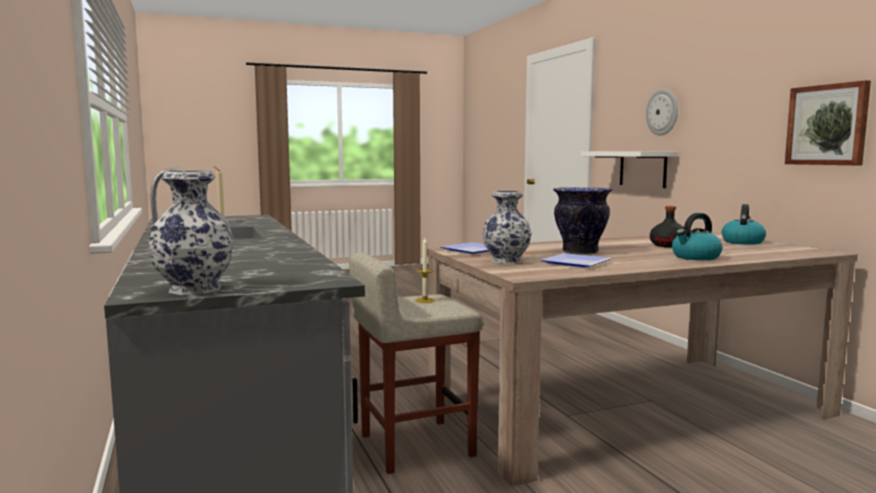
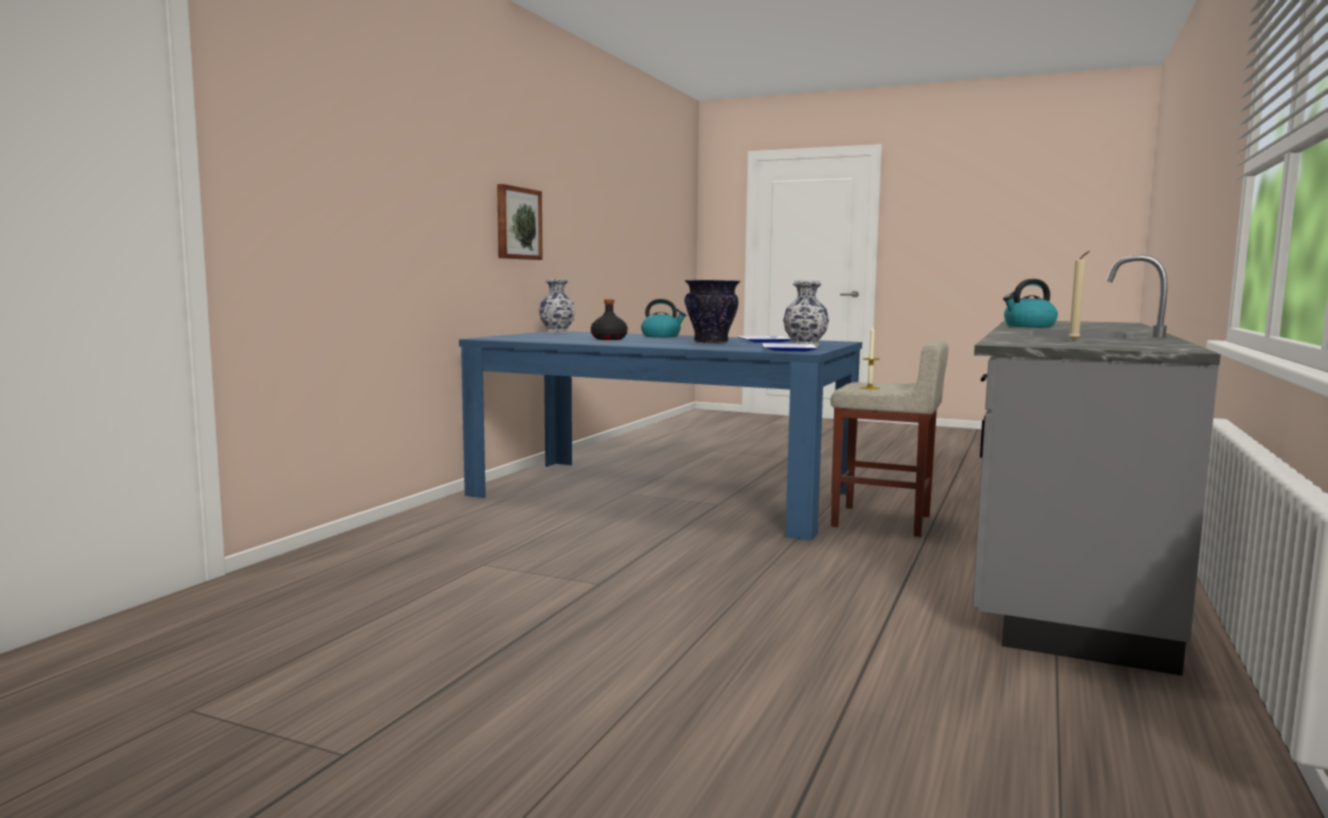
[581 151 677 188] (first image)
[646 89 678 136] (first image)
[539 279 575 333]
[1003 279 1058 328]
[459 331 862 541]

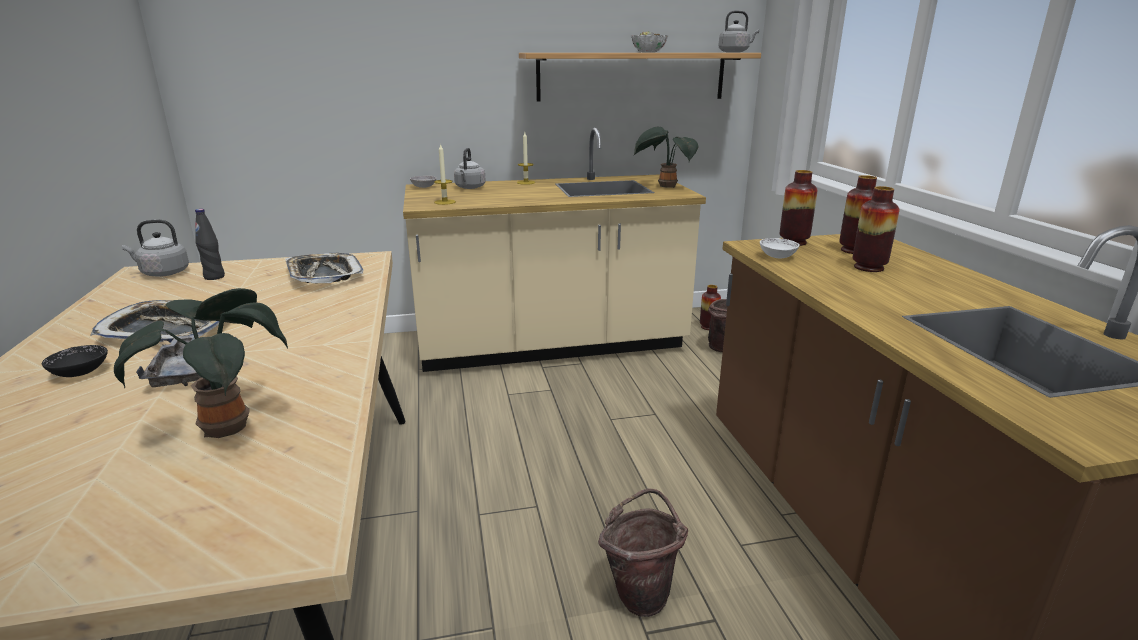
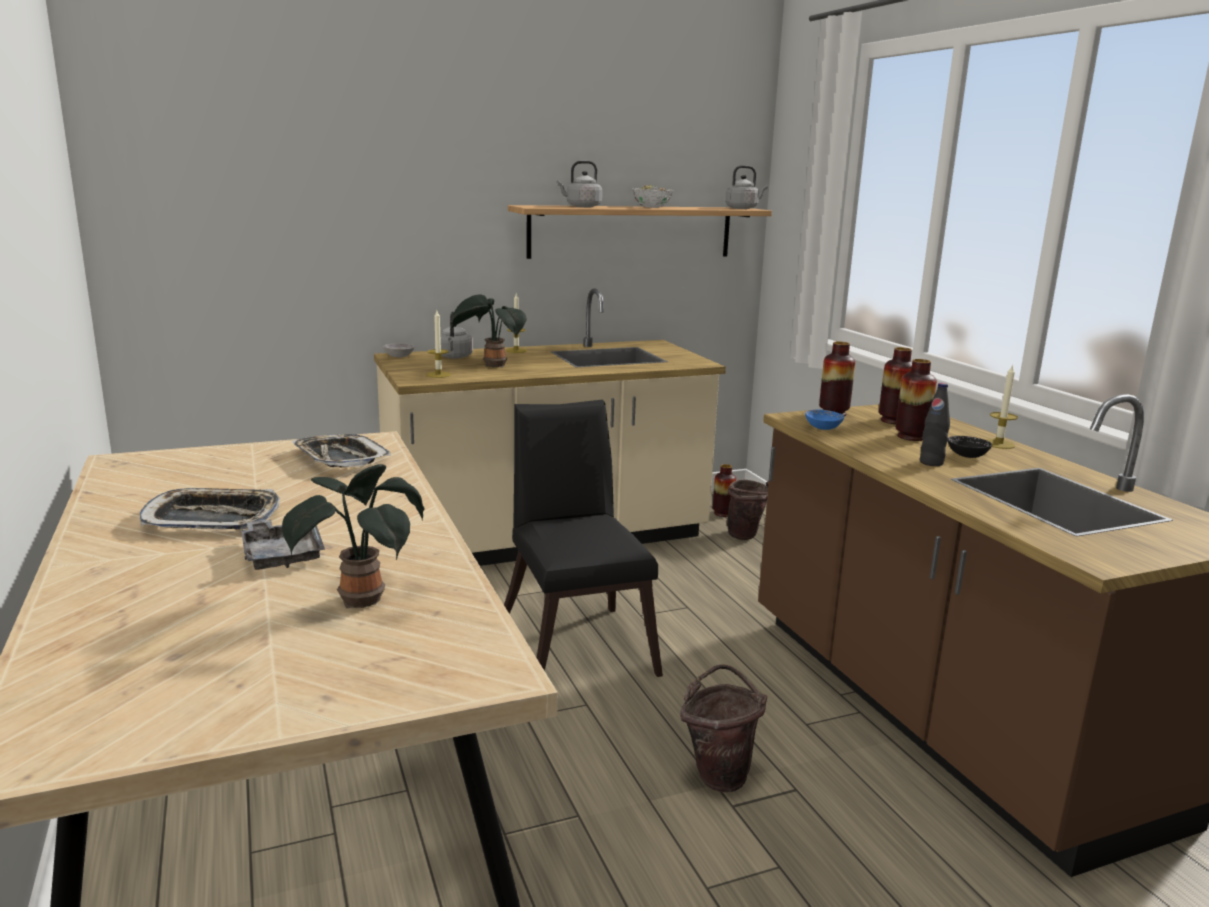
[504 400 663 677]
[986 364 1018 449]
[948 436 992 458]
[557 161 602 207]
[920 383 950 466]
[451 294 527 368]
[805 410 844 430]

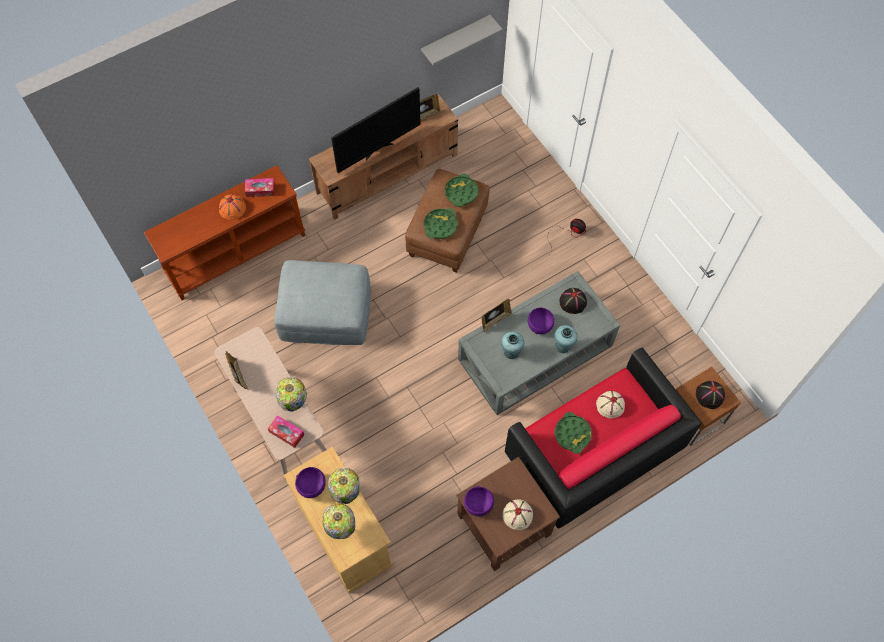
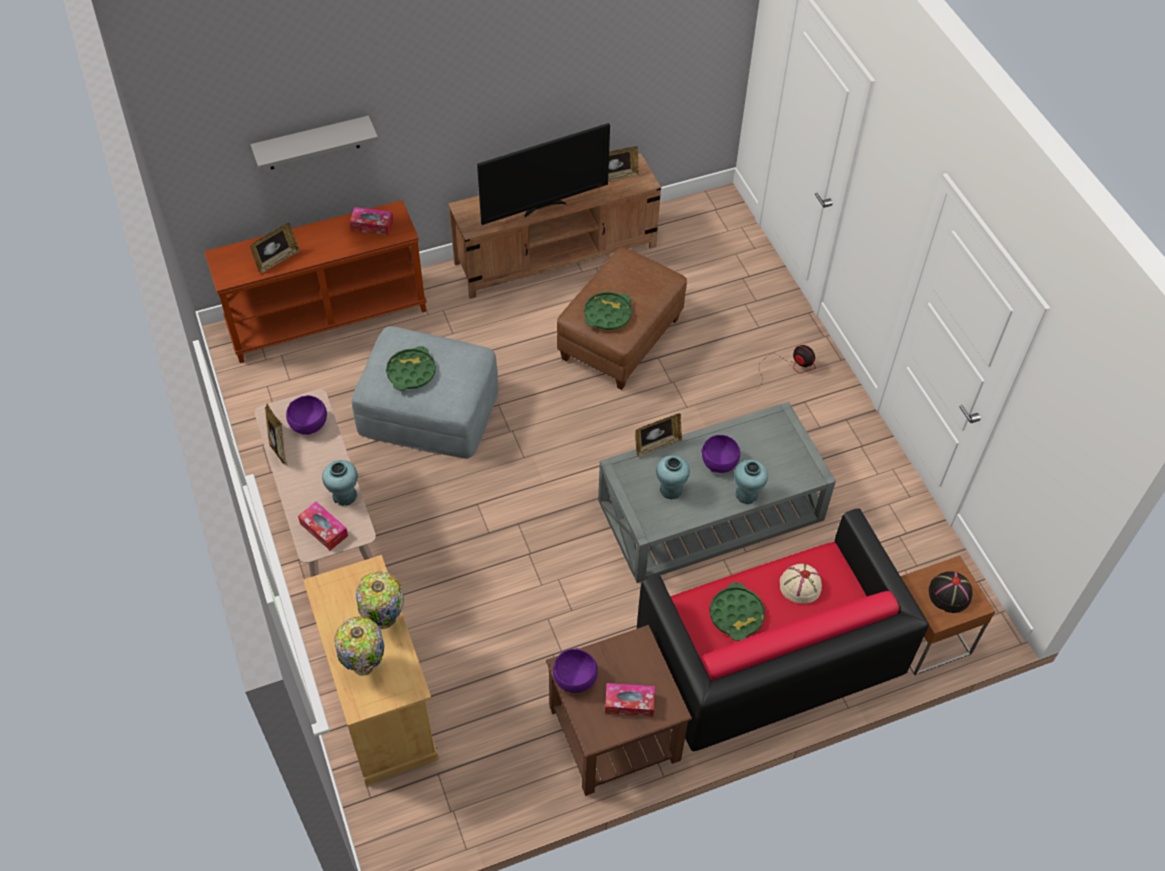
[219 194 246 220] (first image)
[560 288 587 314] (first image)
[250 223 300 274]
[286 395 327 435]
[250 116 378 170]
[386 346 436 390]
[322 460 358 506]
[605 683 655 717]

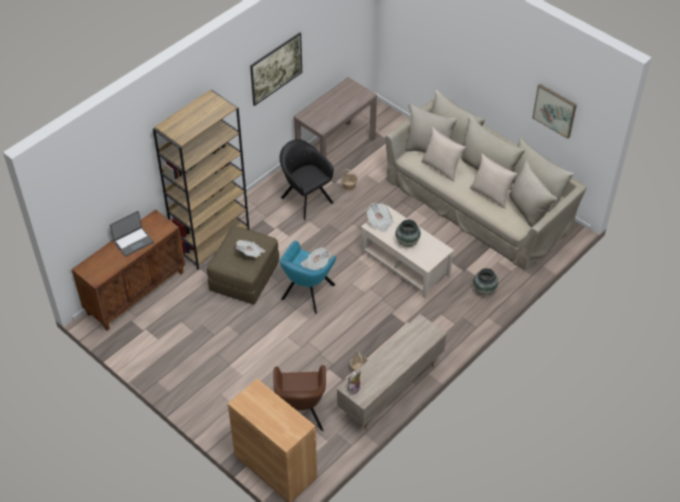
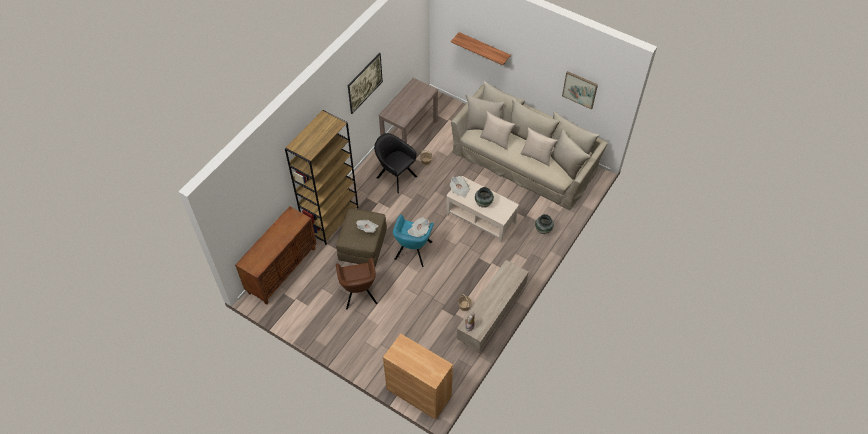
[110 211 154 257] (first image)
[451 32 511 65]
[336 258 377 310]

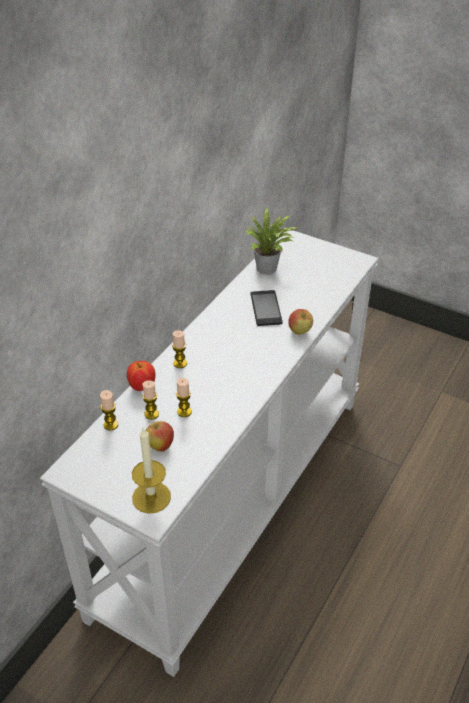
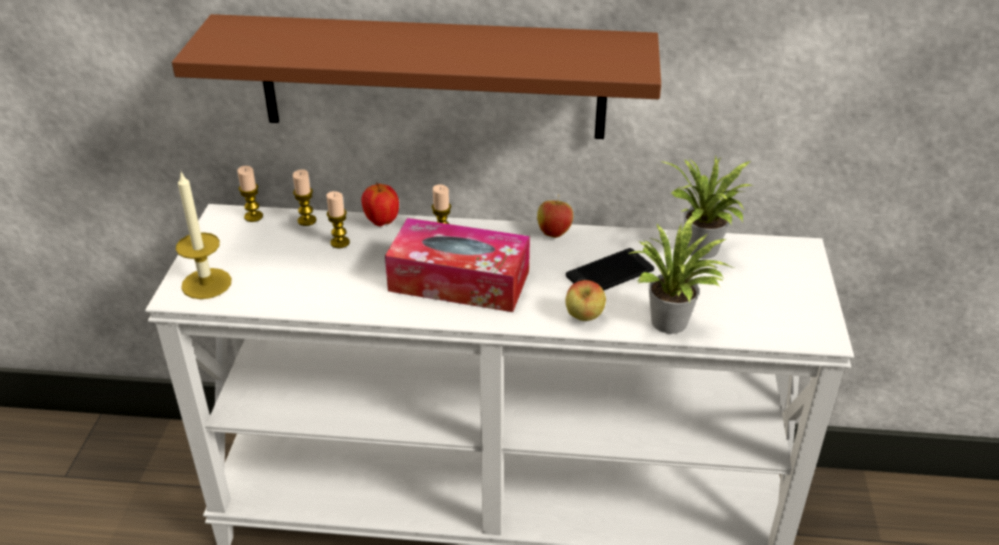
[172 14 661 139]
[385 218 530 312]
[628 215 737 334]
[537 195 573 238]
[237 166 263 222]

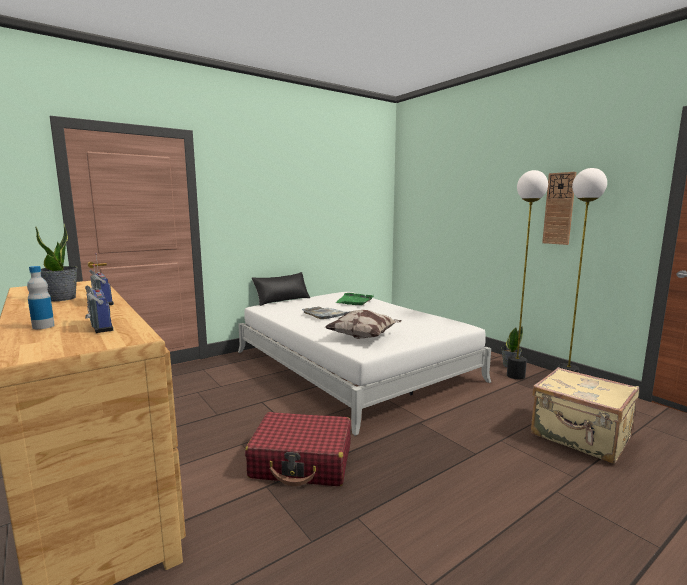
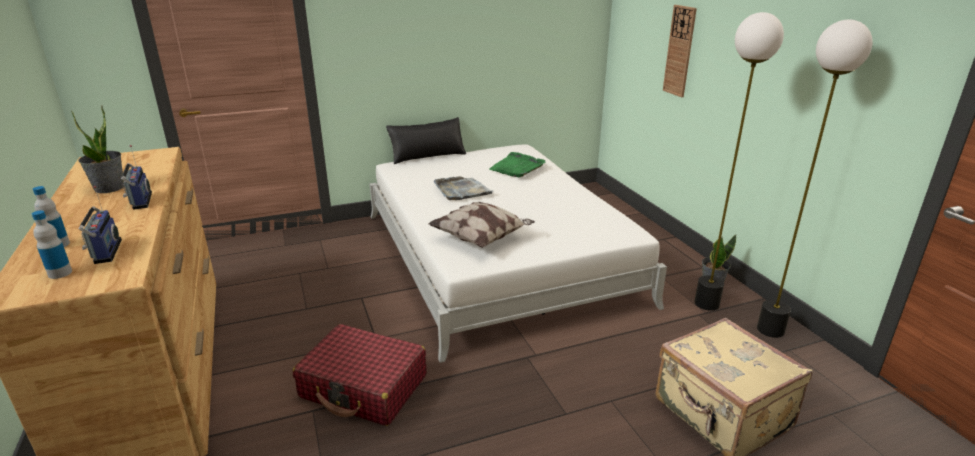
[32 210 72 279]
[663 5 697 98]

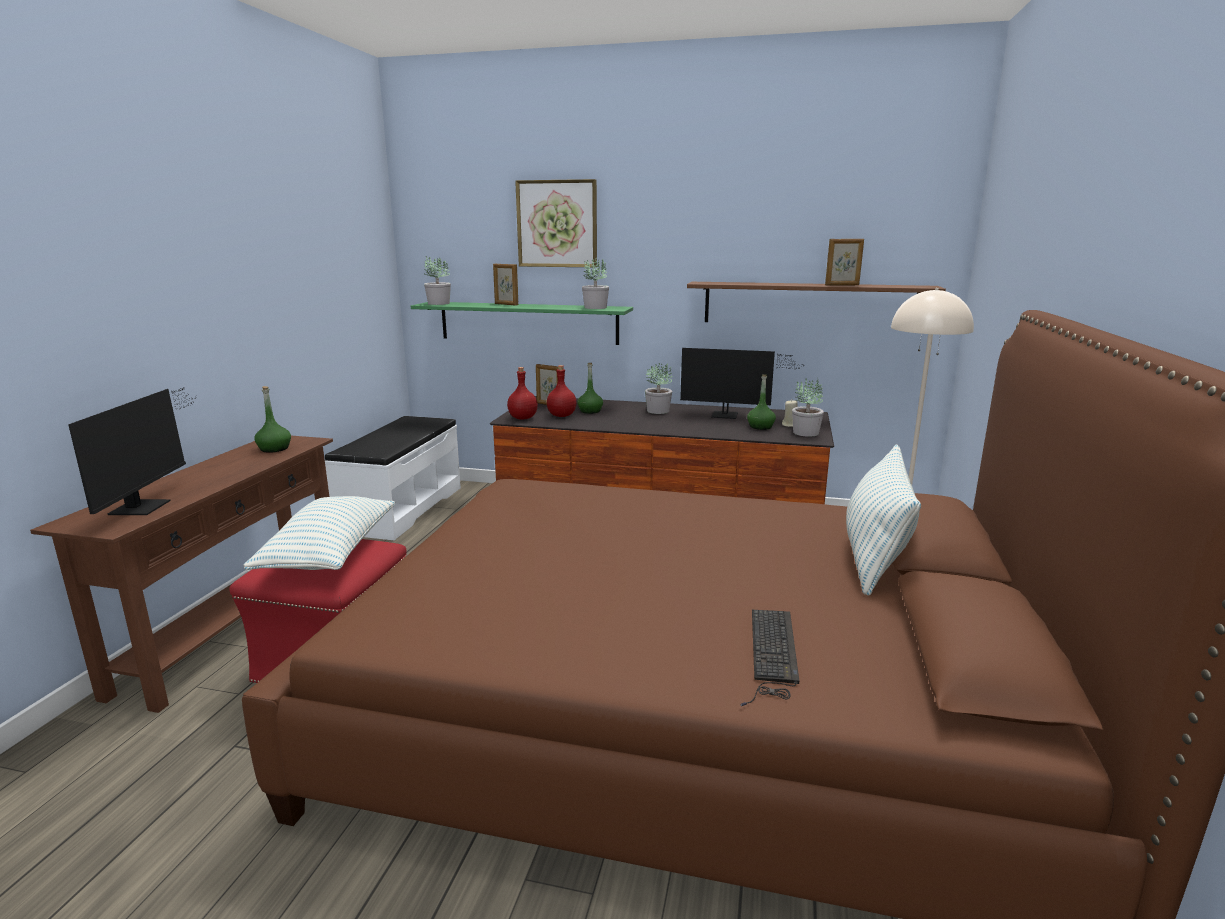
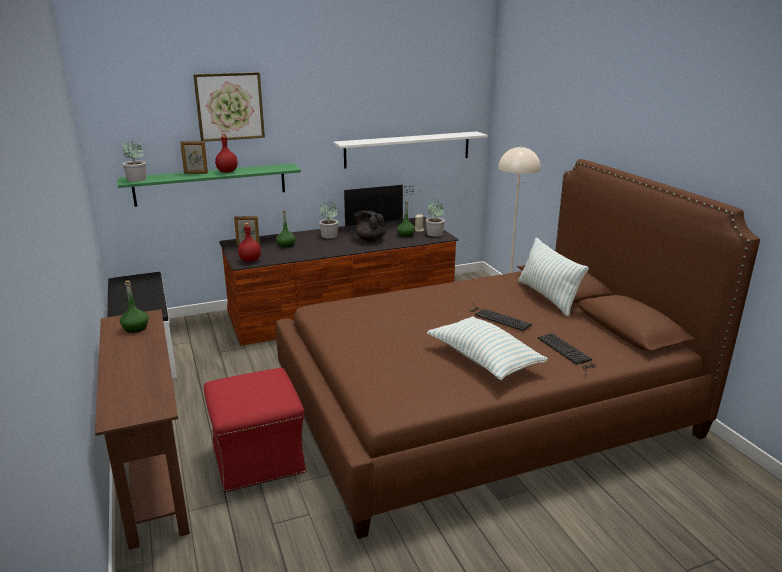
[68 387 196 515] (first image)
[582 258 609 309] (first image)
[825 239 864 286] (first image)
[354 210 386 242]
[469 303 532 331]
[427 316 548 380]
[215 134 238 173]
[333 131 488 169]

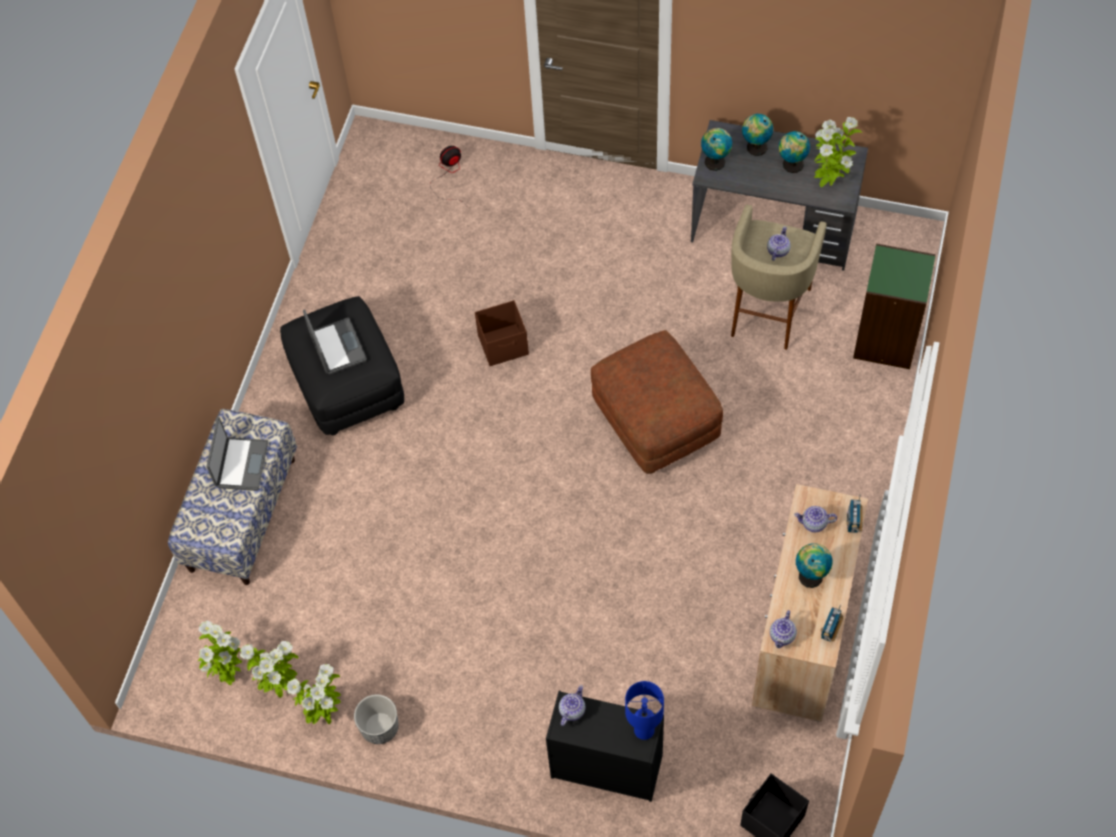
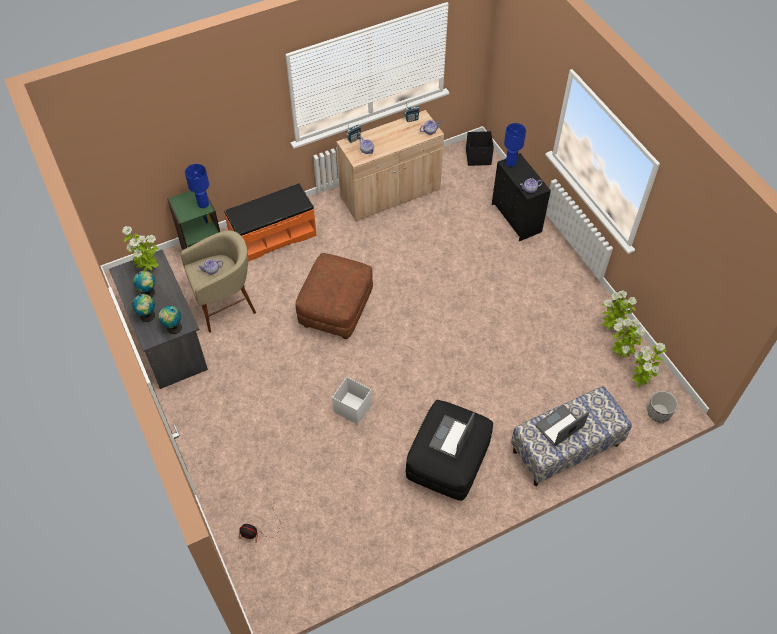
[796 543 832 588] (first image)
[185 164 209 208]
[224 183 317 262]
[647 391 678 423]
[332 377 372 425]

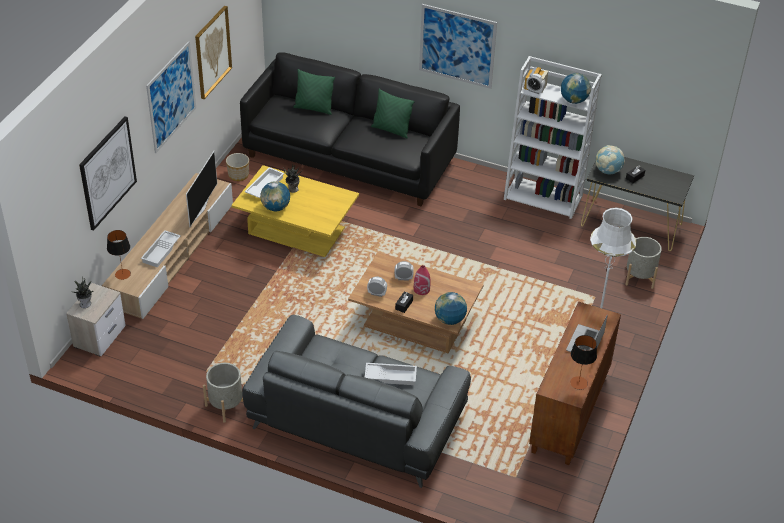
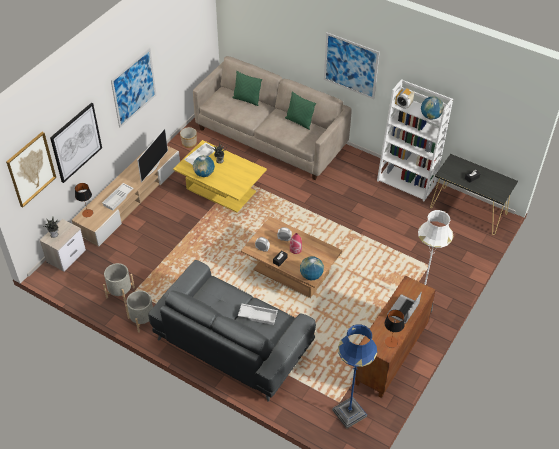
[595 145 625 174] (first image)
[332 324 377 429]
[6 132 56 207]
[103 263 135 304]
[193 56 352 180]

